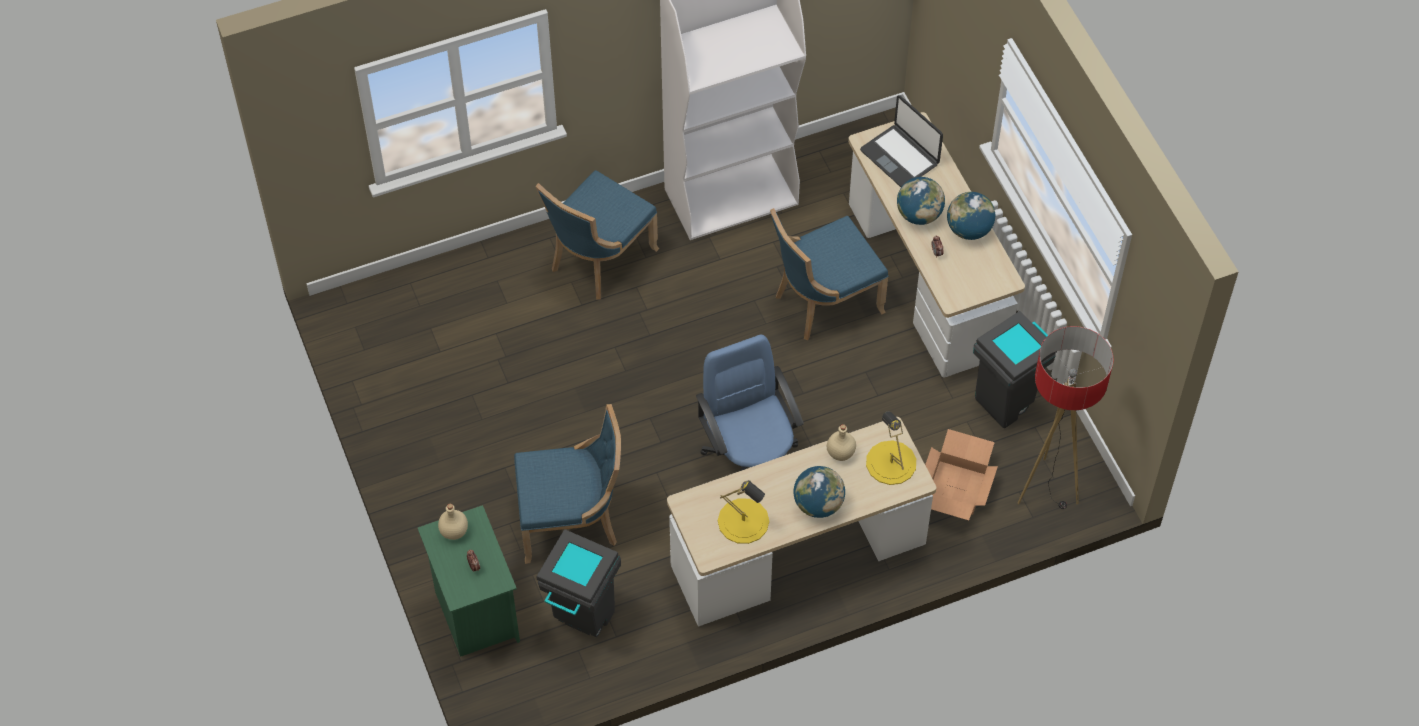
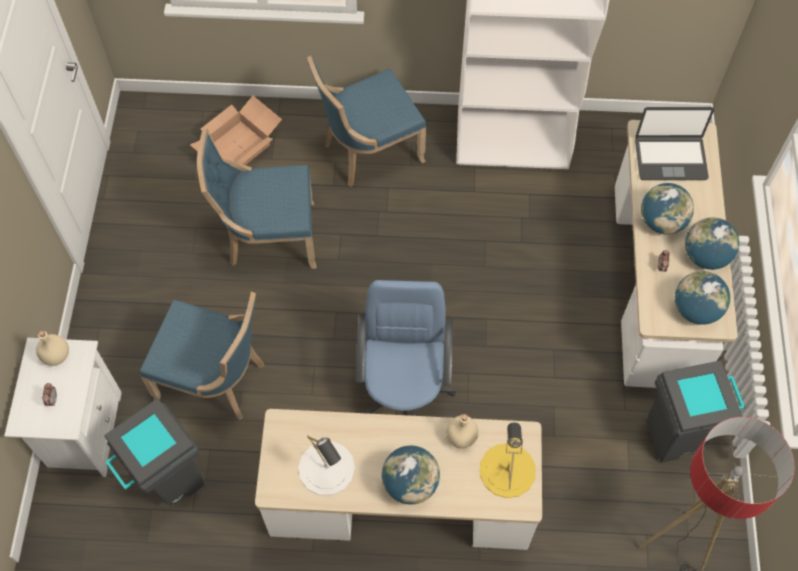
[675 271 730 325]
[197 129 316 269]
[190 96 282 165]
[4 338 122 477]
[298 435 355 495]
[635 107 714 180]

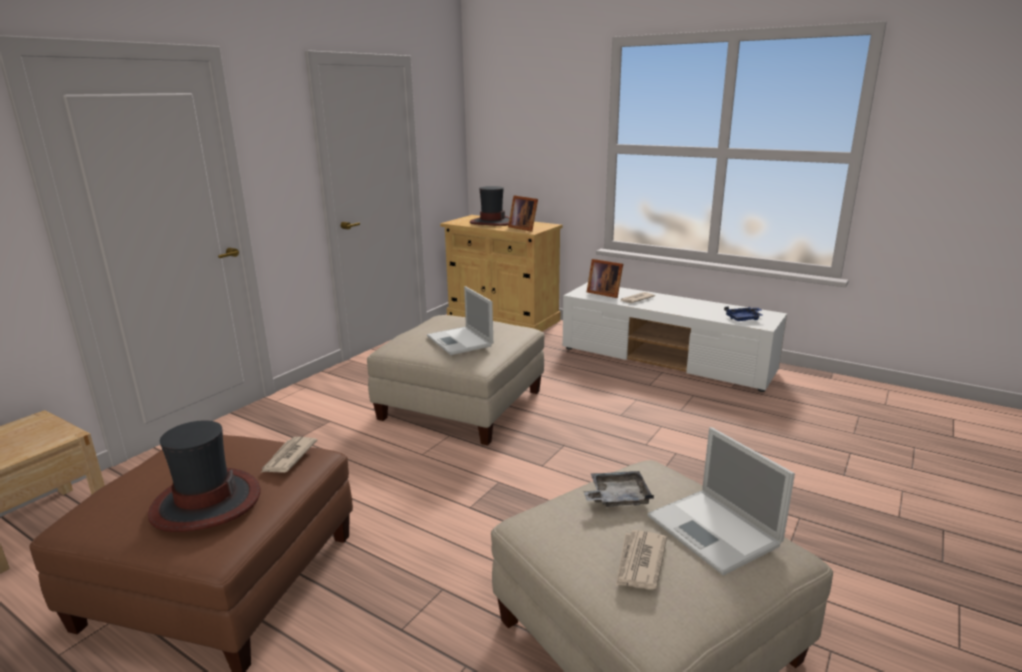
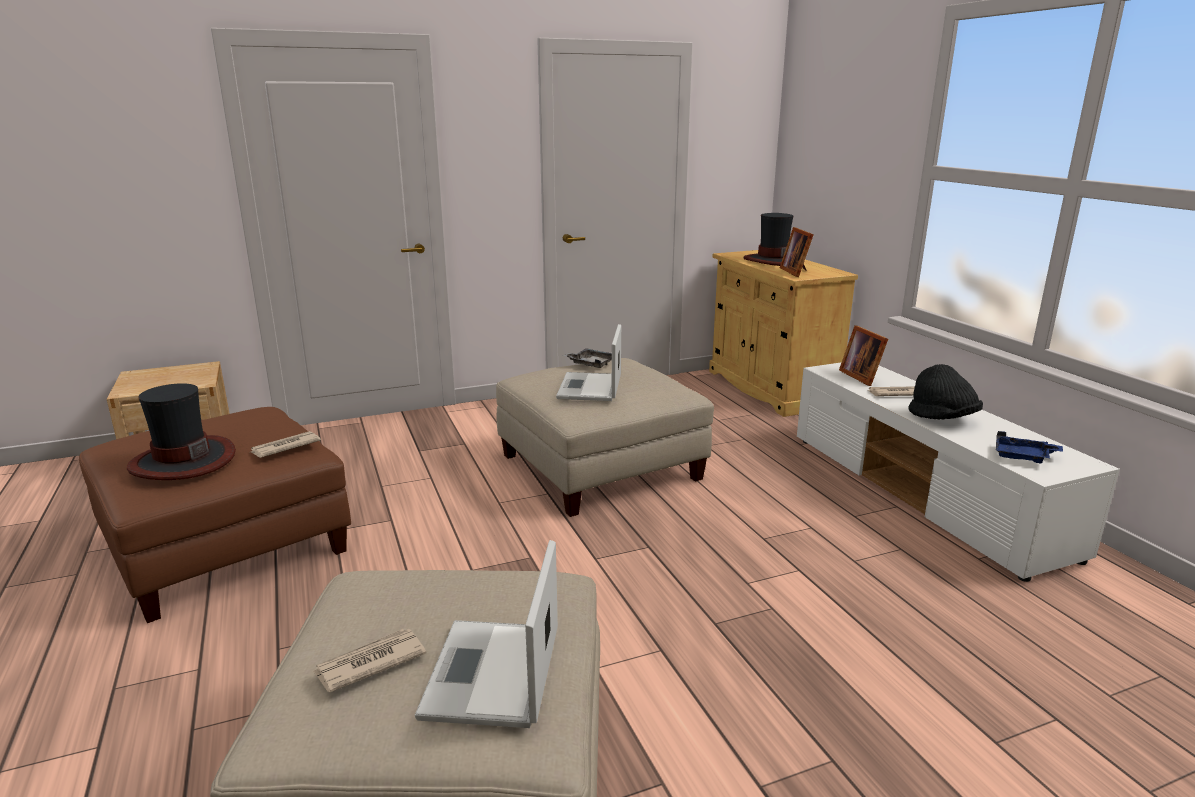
[908 364 983 420]
[563 348 612 368]

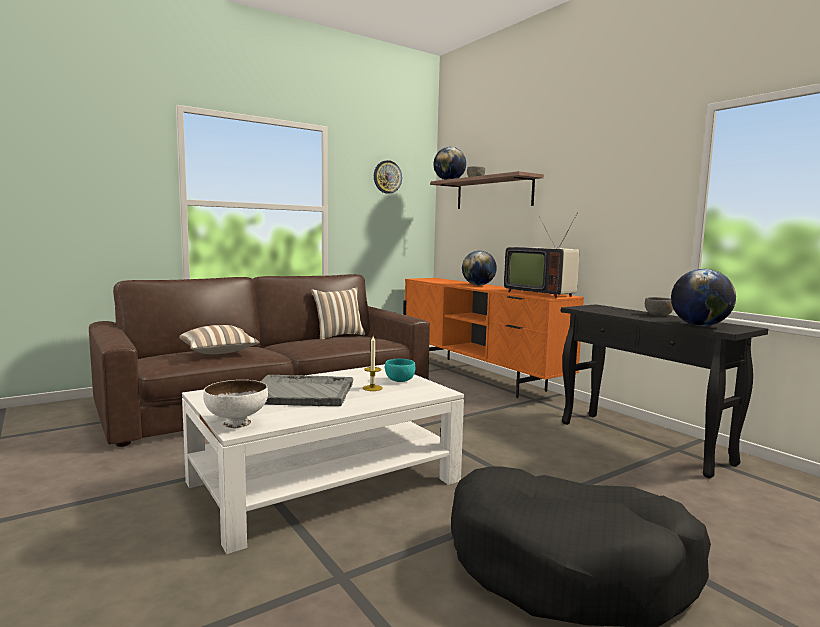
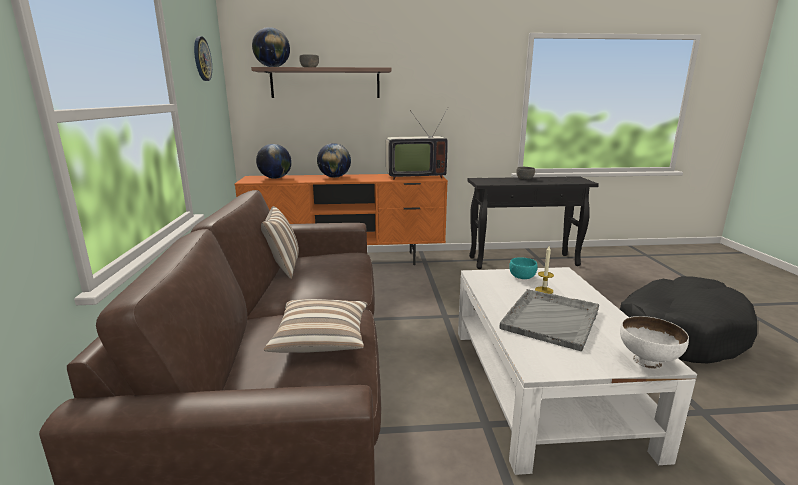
[256 144 292 179]

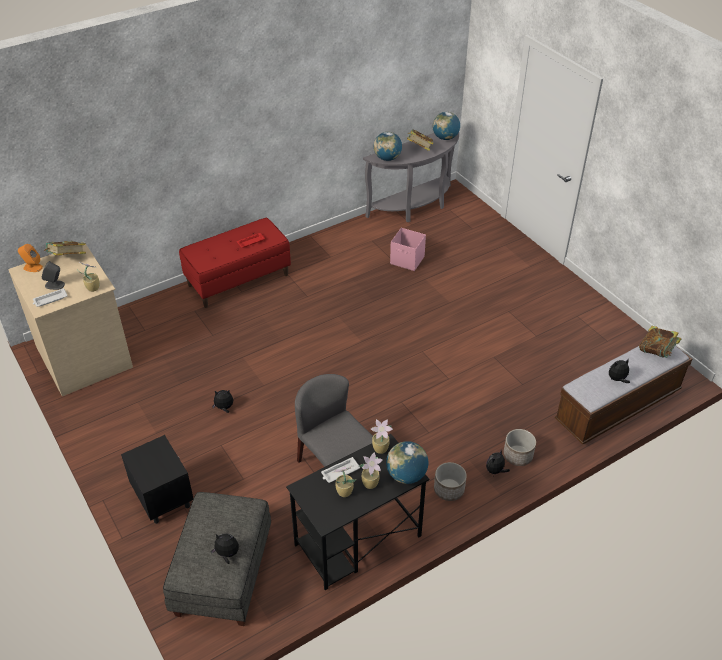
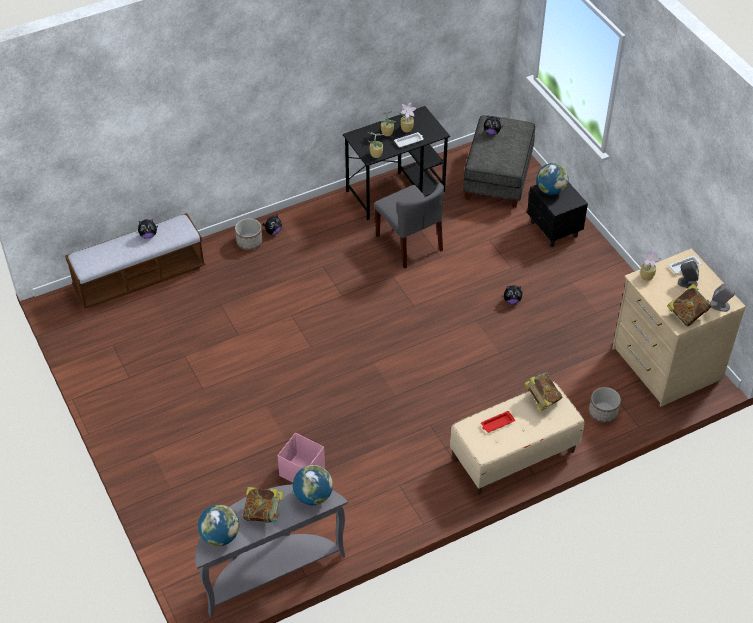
[537 163 569 195]
[589 387 621 423]
[524 372 563 411]
[710 283 735 312]
[450 381 584 495]

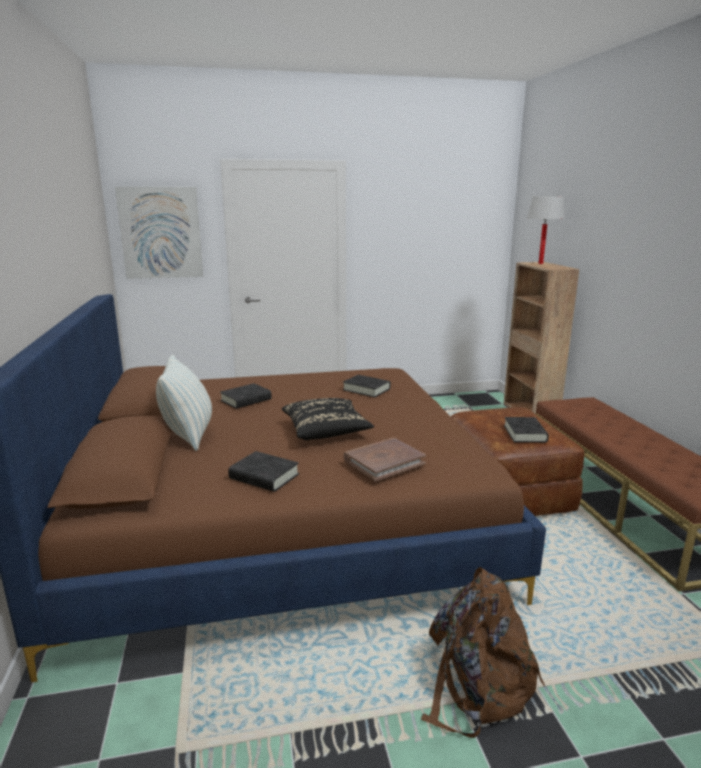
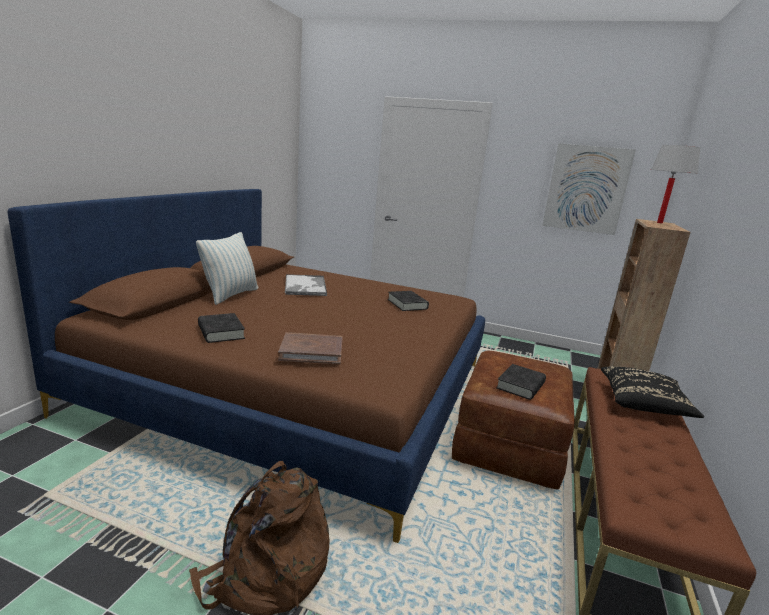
[542 143 636 235]
[601 366 704 418]
[285 274 327 296]

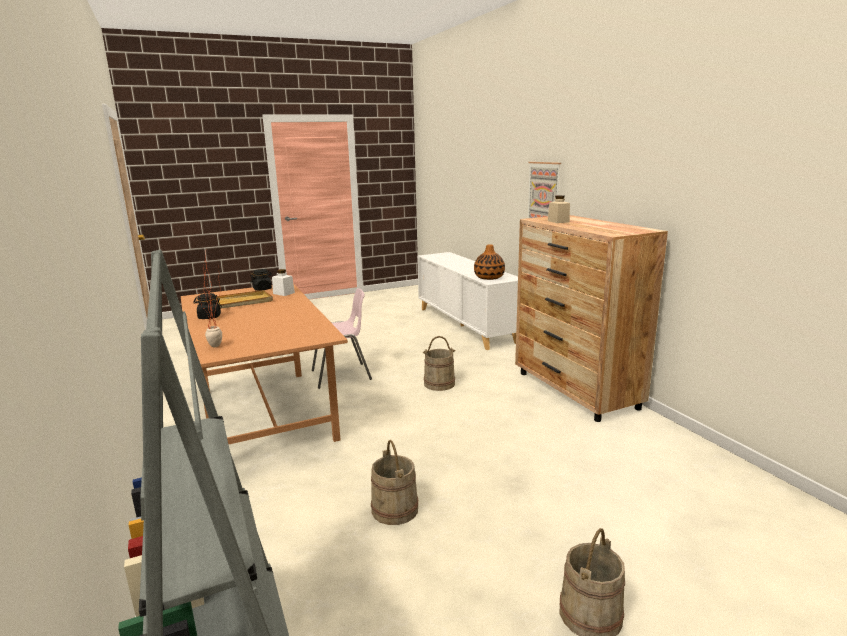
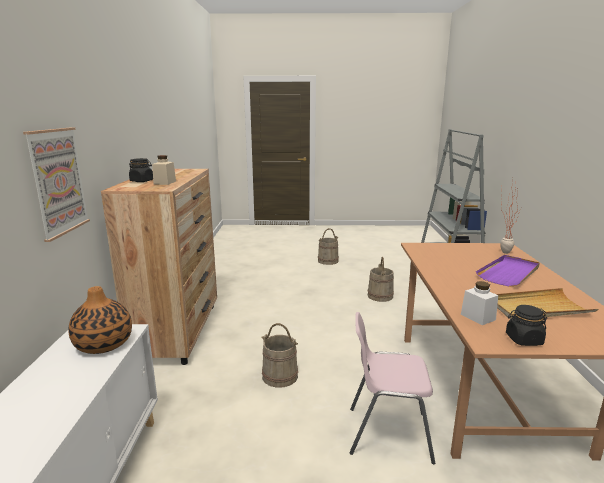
[476 255 540 287]
[129 158 153 182]

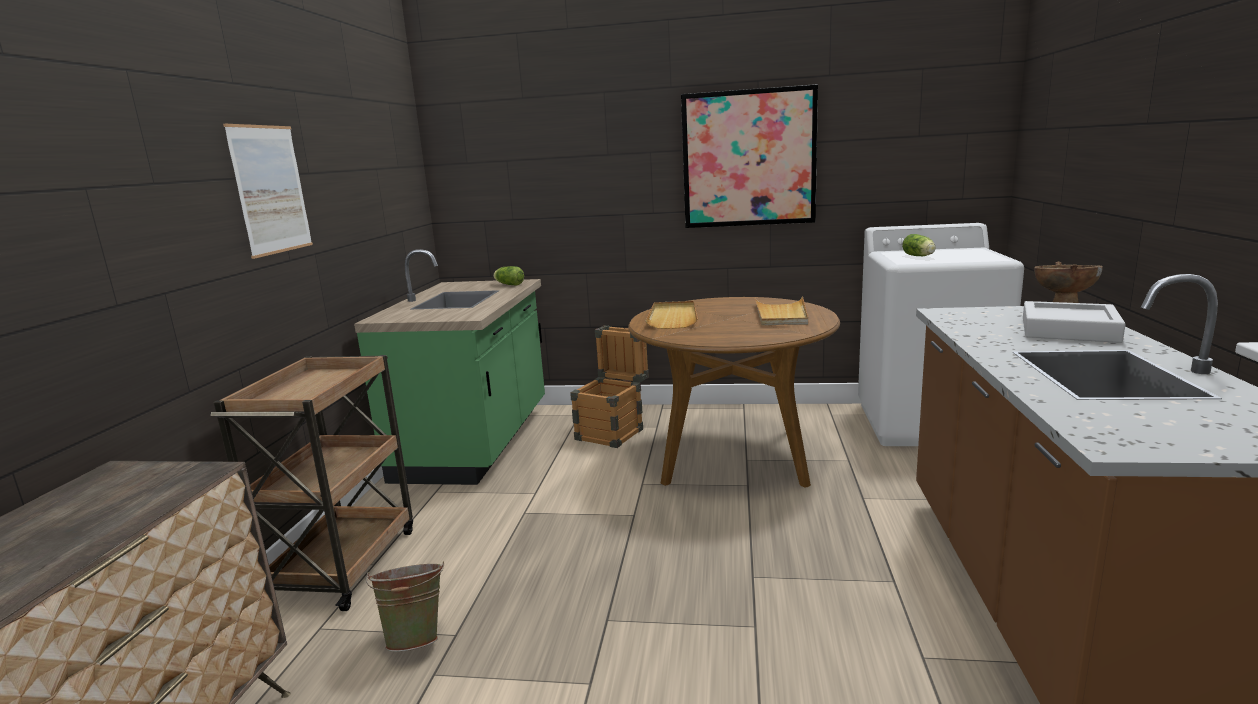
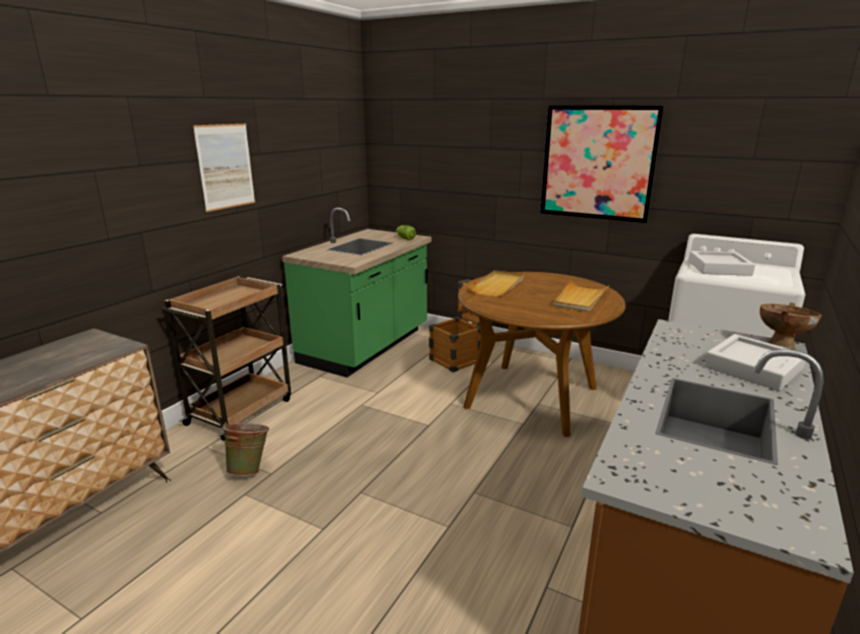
[688 251 755 276]

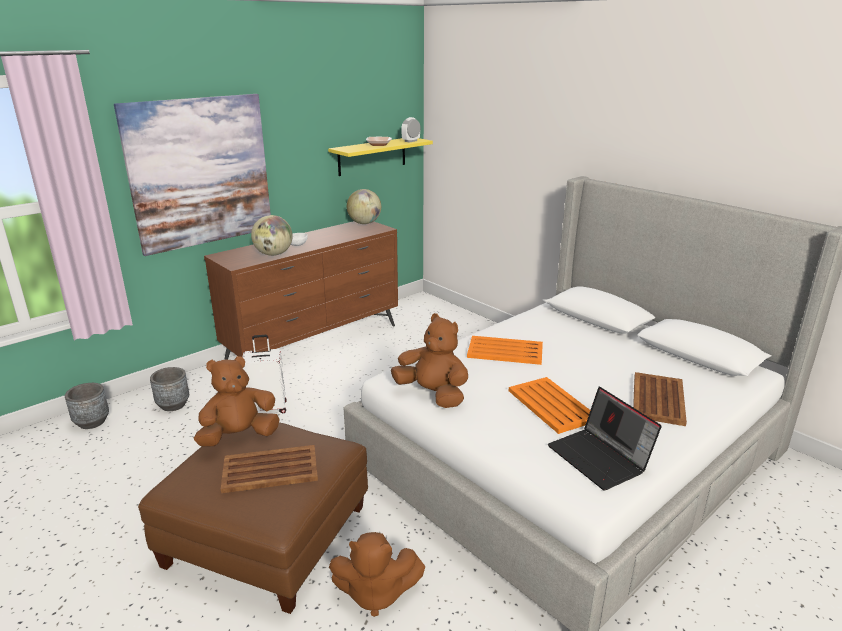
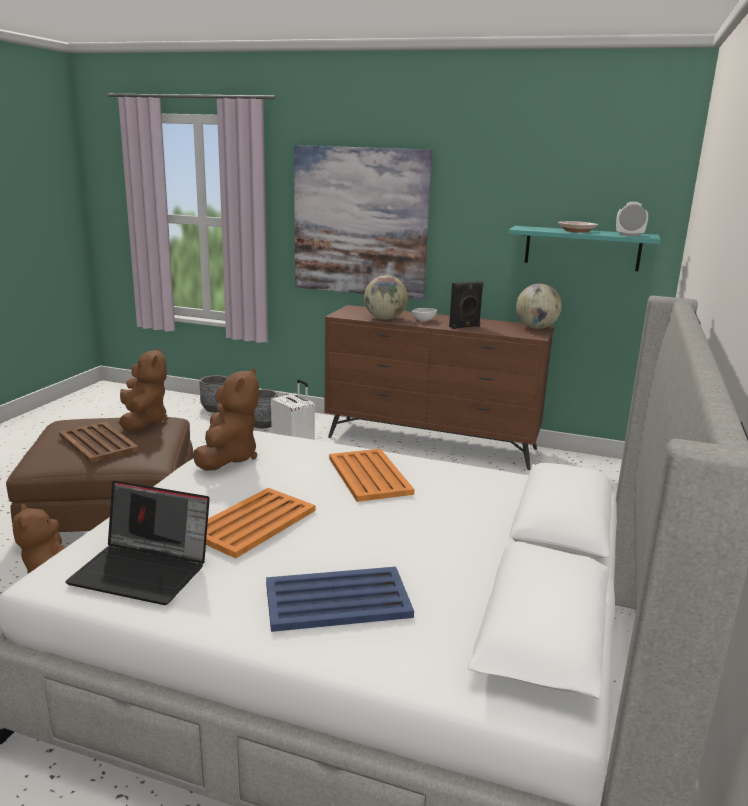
[449 281 484 329]
[508 226 661 271]
[266 567 414 632]
[119 348 168 432]
[65 480 210 605]

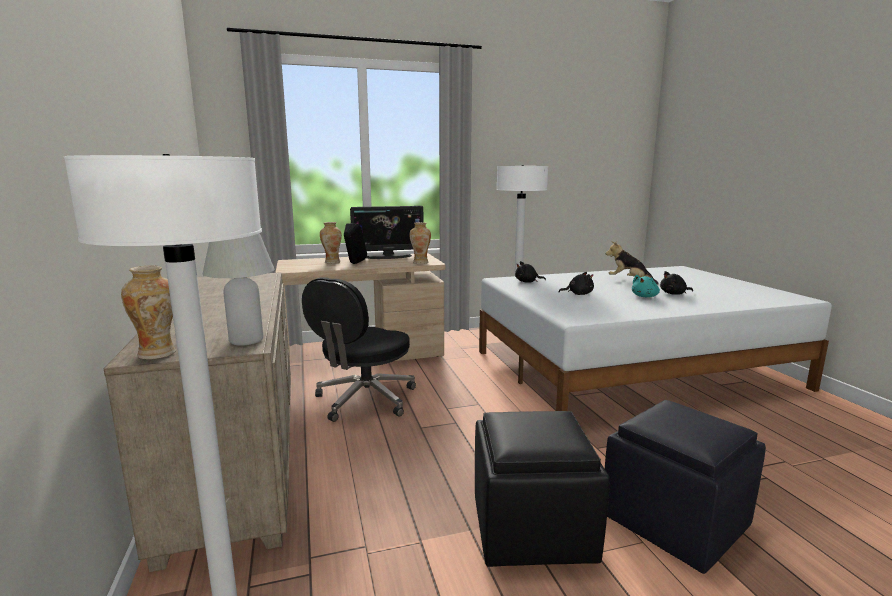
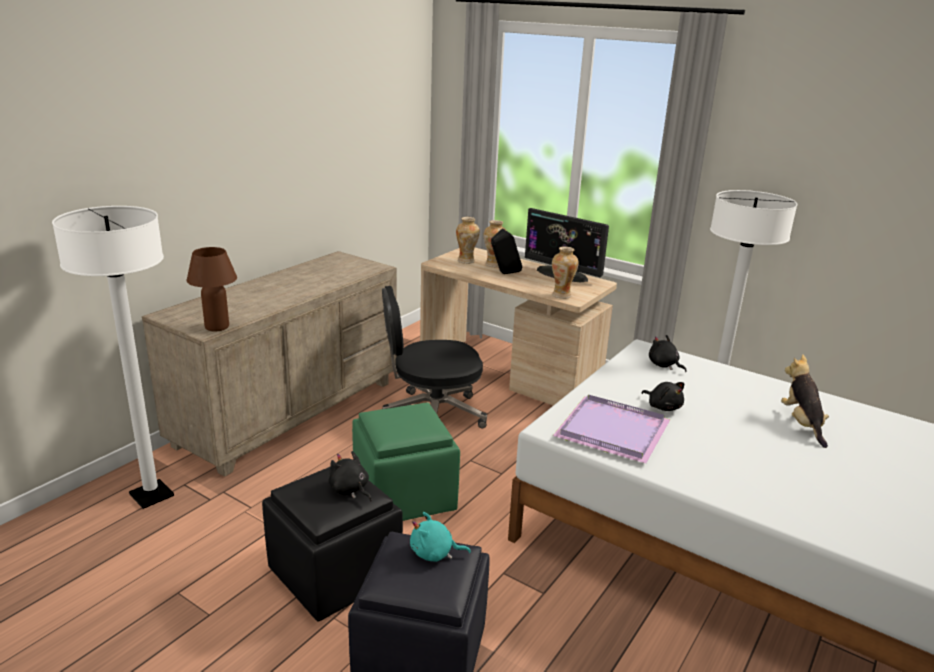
[352 403 460 521]
[553 395 671 463]
[456 217 480 264]
[410 512 471 562]
[329 451 372 501]
[187 247 237 331]

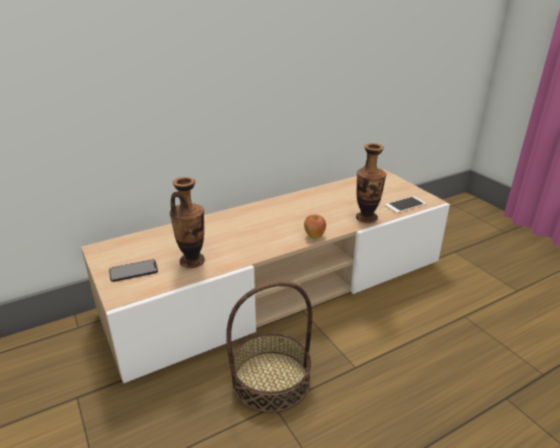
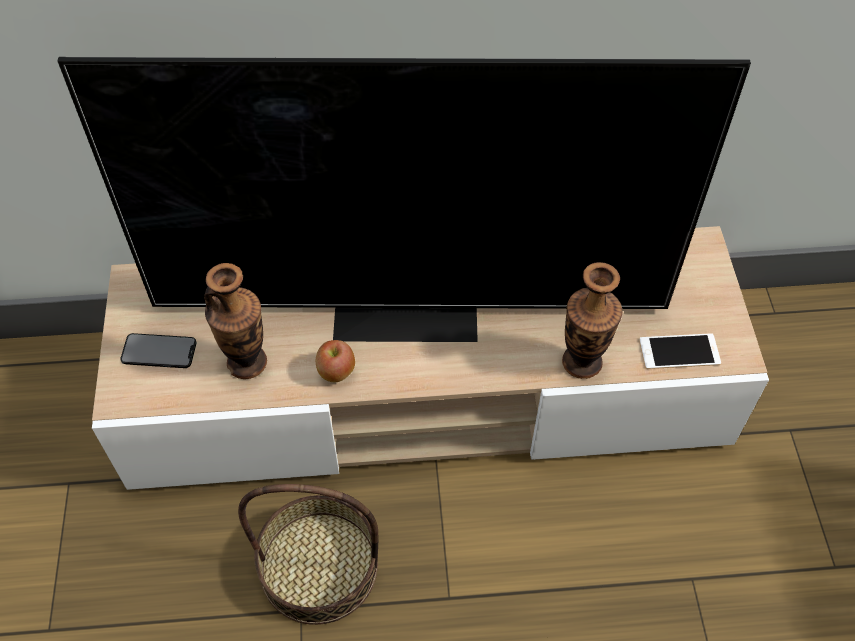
[57 57 751 342]
[316 340 355 382]

